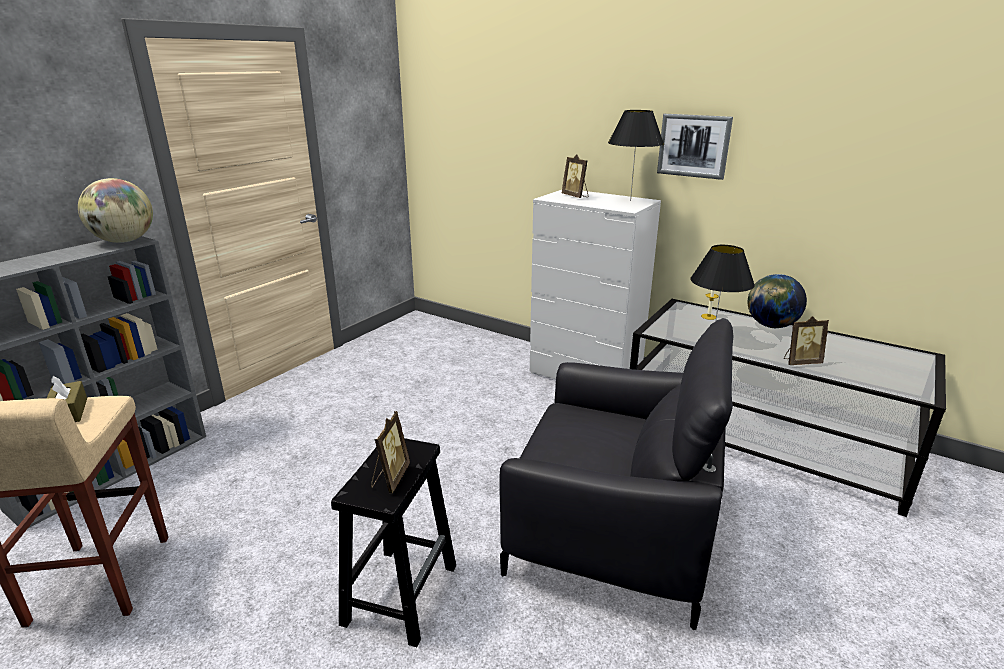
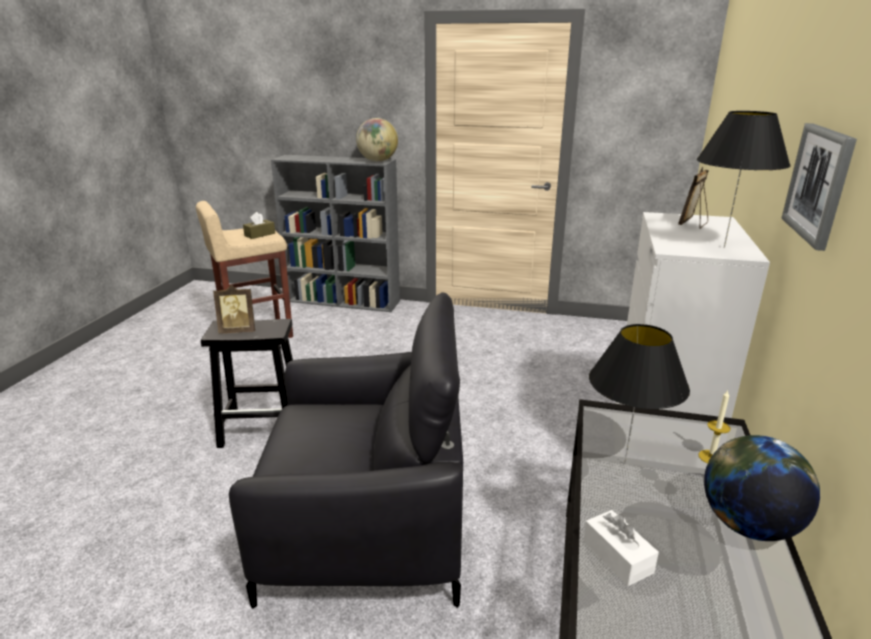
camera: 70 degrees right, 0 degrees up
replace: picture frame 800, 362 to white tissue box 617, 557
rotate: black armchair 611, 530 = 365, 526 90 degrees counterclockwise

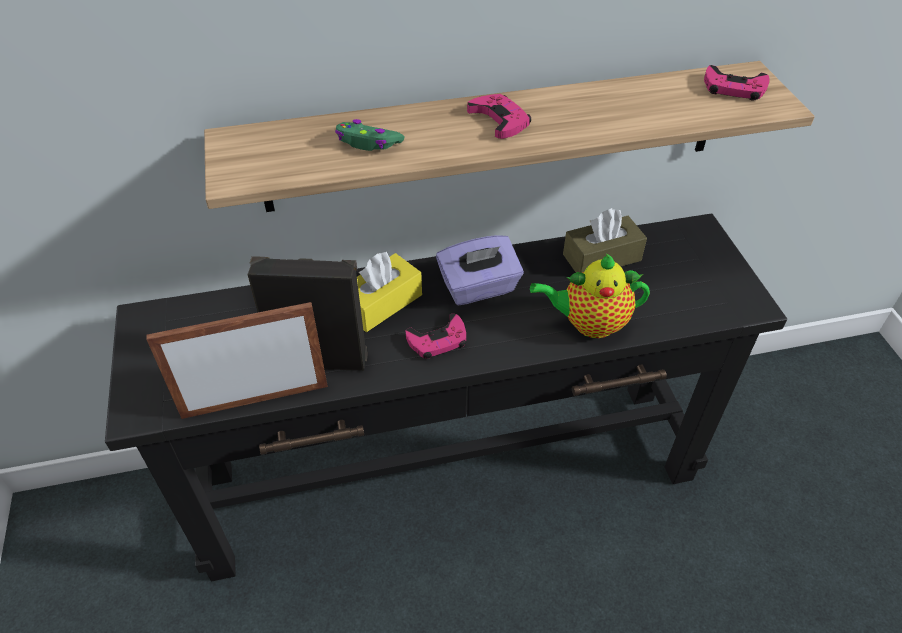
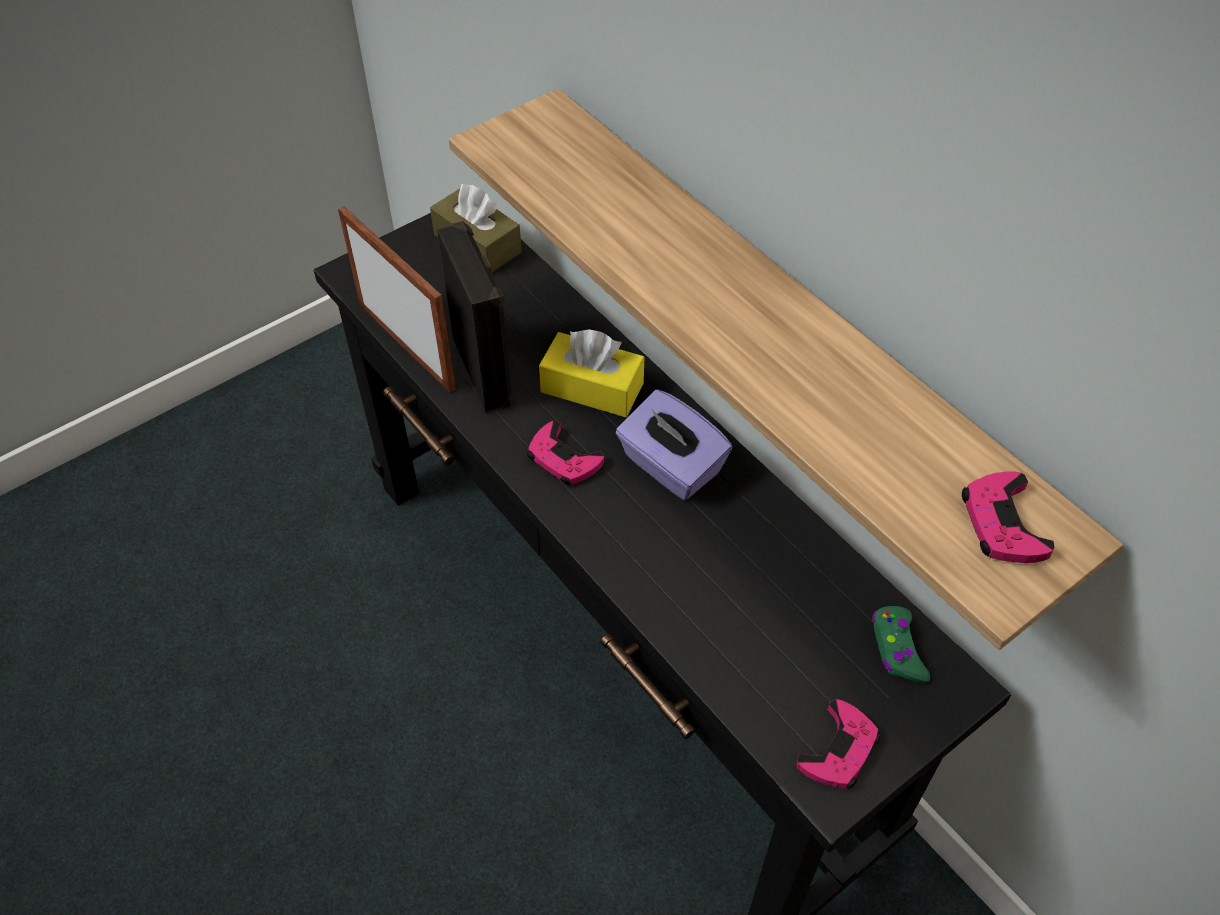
camera: 65 degrees right, 5 degrees up
delete: teapot 589, 324
move: brown tissue box 602, 257 to 477, 243; pink game controller 499, 120 to 839, 750; green game controller 368, 143 to 897, 649

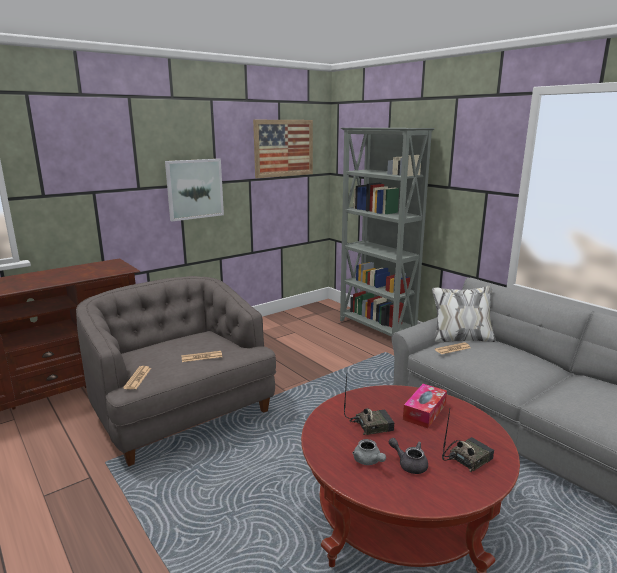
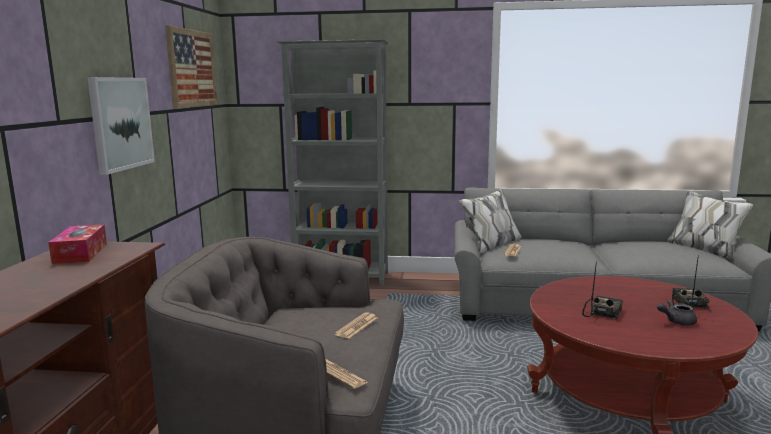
camera: 45 degrees left, 5 degrees down
delete: grey teapot 368, 461
move: tissue box 424, 412 to 80, 253

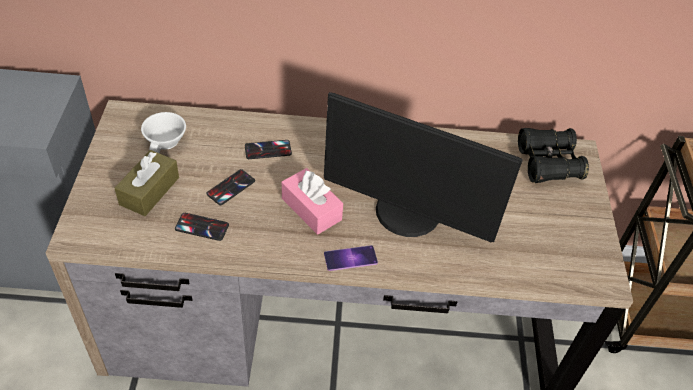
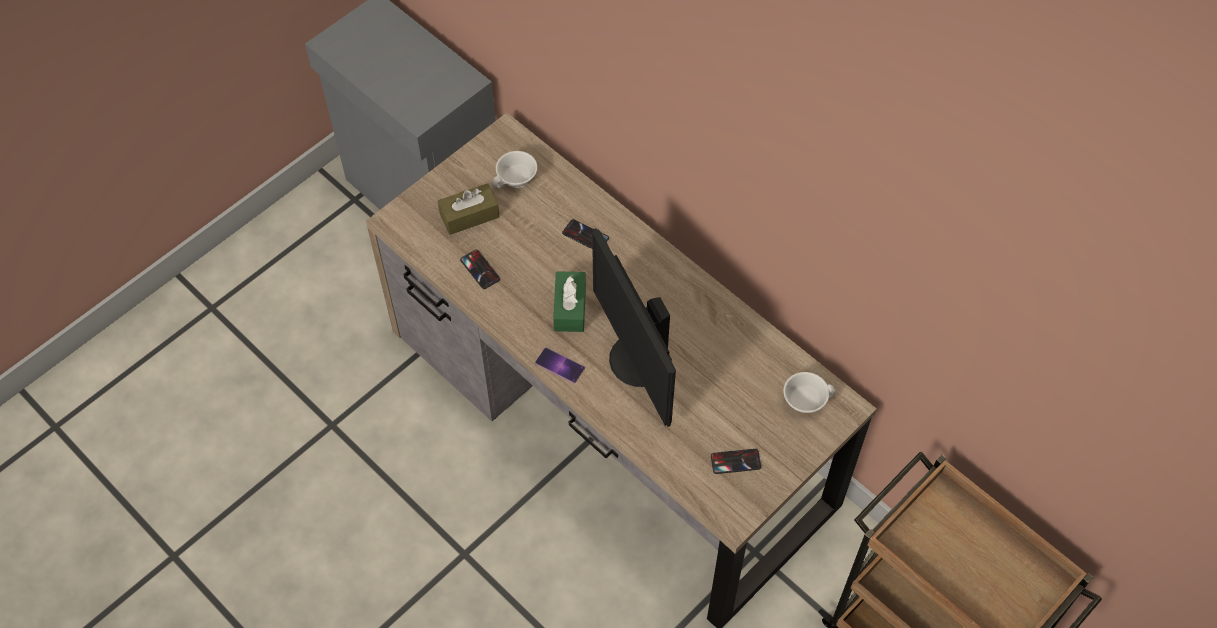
camera: 45 degrees right, 10 degrees up
move: phone 231, 187 to 735, 461
replace: black binoculars 548, 163 to white cup 805, 399
recolor: pink tissue box 311, 209 to green tissue box 570, 308

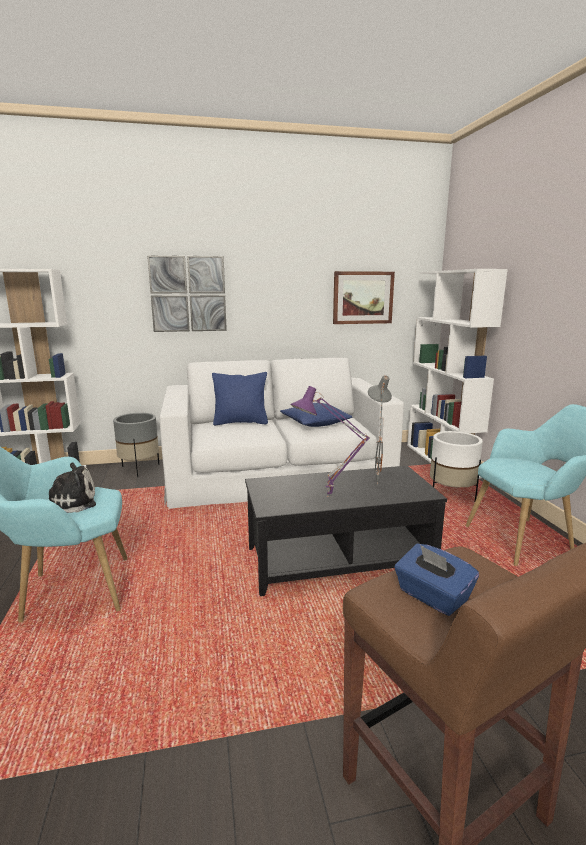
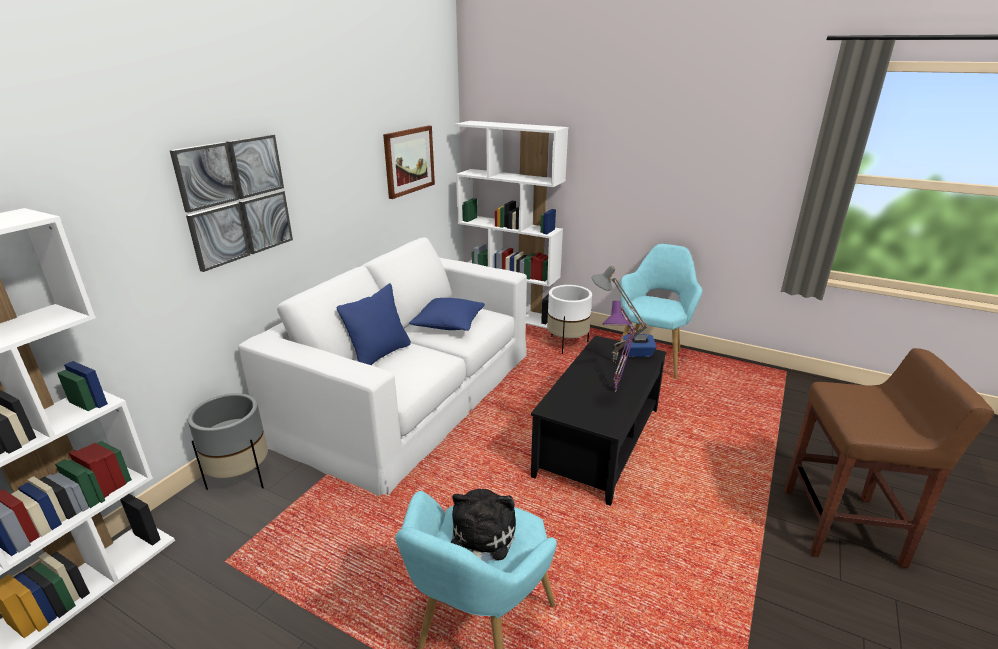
camera: 50 degrees left, 10 degrees up
move: blue tissue box 432, 596 to 638, 353

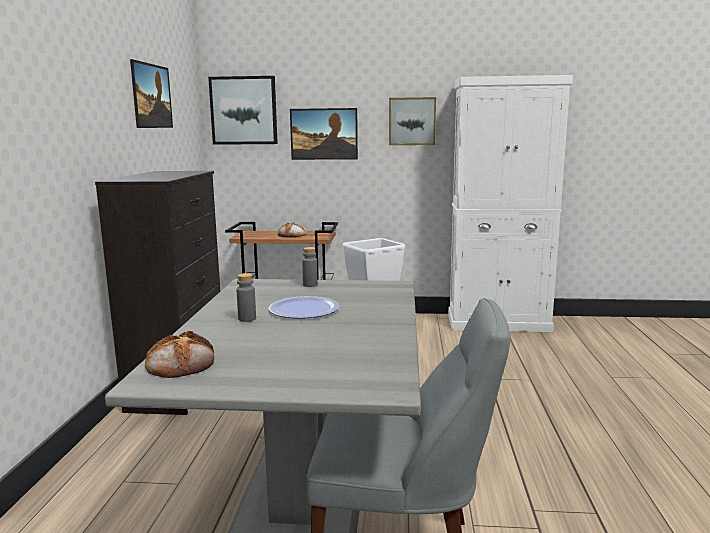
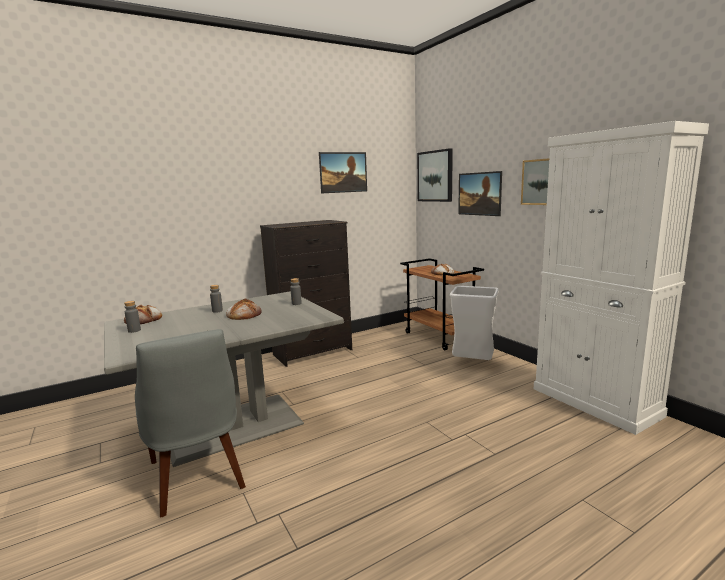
camera: 55 degrees right, 0 degrees up
insert: grey bottle 134, 330
replace: plate 303, 309 to bread 244, 314

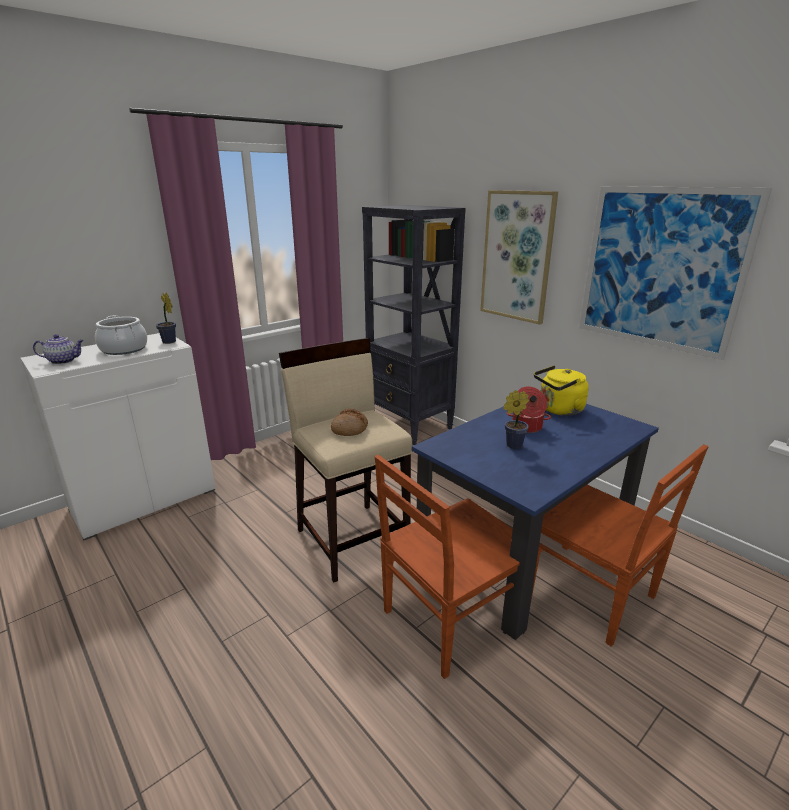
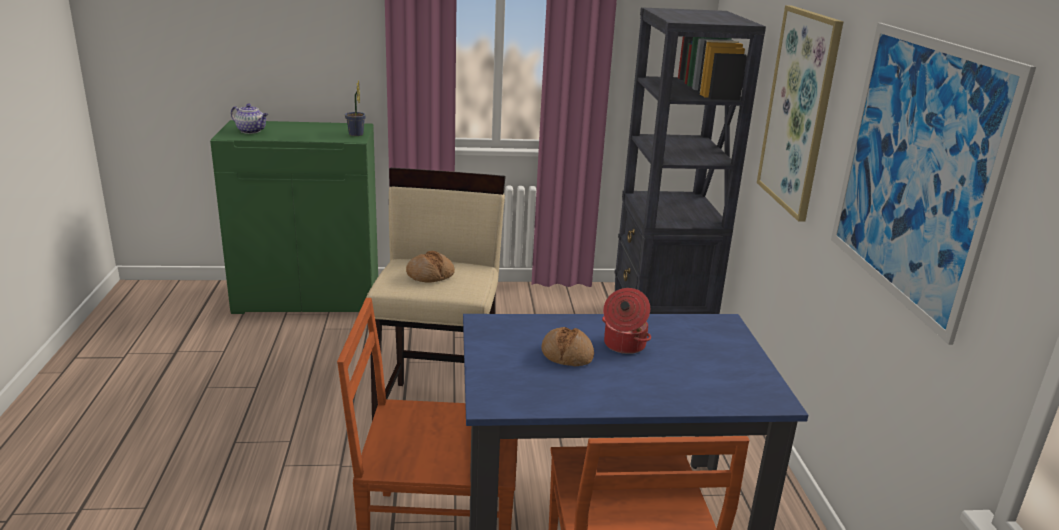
camera: 35 degrees right, 0 degrees up
delete: cooking pot 124, 349; yellow kettle 558, 410
replace: potted plant 512, 445 to bread 567, 354
recolor: white cabinet 144, 499 to green cabinet 309, 297

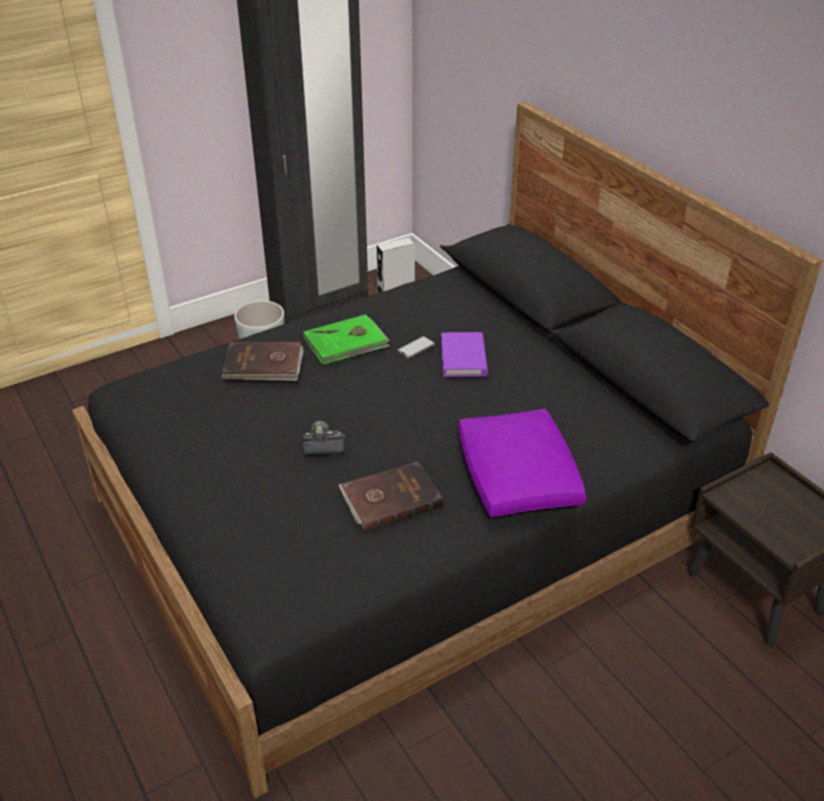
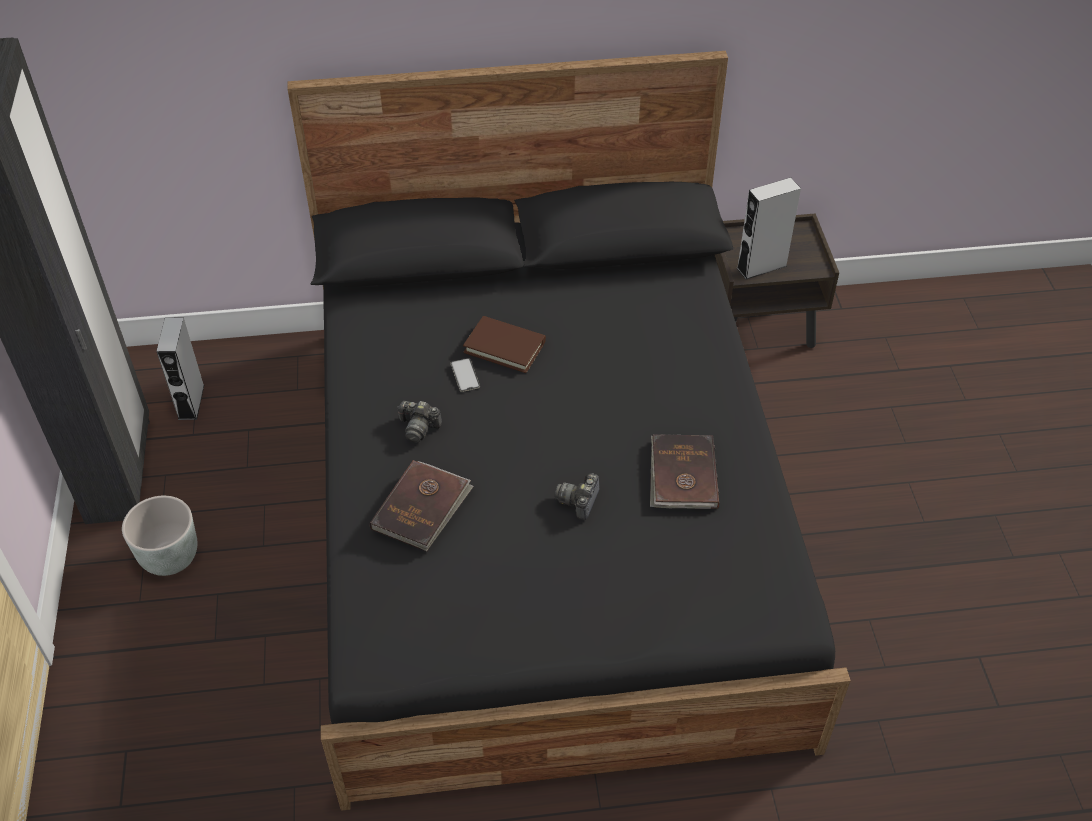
camera: 65 degrees left, 10 degrees up
delete: purple pillow 518, 477
insert: grey speaker 761, 267
replace: green book 346, 343 to photo camera 418, 427
recolor: purple book 463, 358 to brown book 504, 347

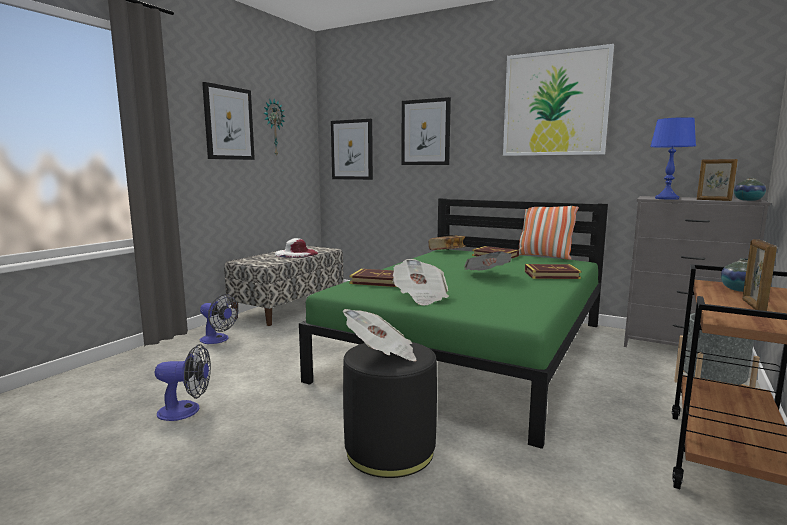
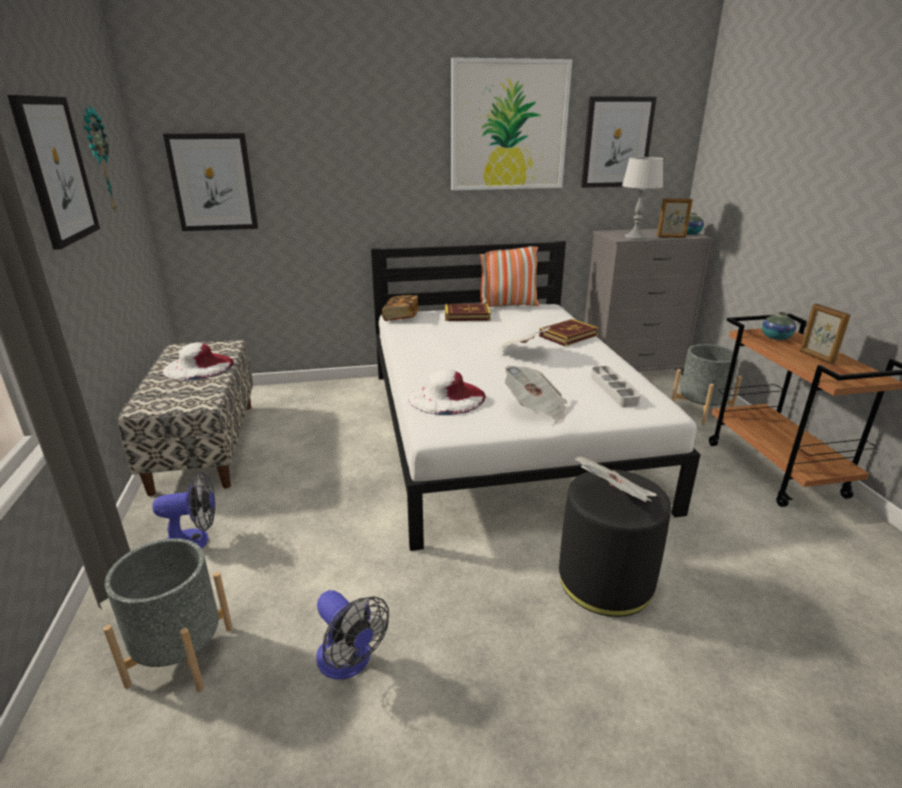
camera: 40 degrees left, 15 degrees up
insert: grey planter 181, 655; grey tray 613, 389
move: picture 425, 132 to 616, 142
replace: book 378, 281 to white hat 446, 396
recolor: green bed 472, 350 to white bed 501, 432; blue table lamp 667, 198 to grey table lamp 635, 238
rotate: fan 186, 411 = 349, 662 90 degrees clockwise

